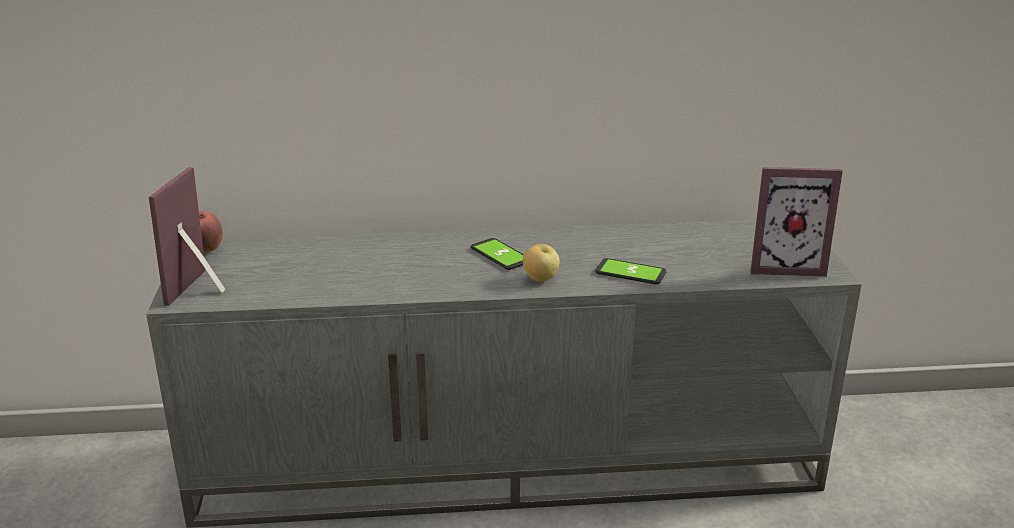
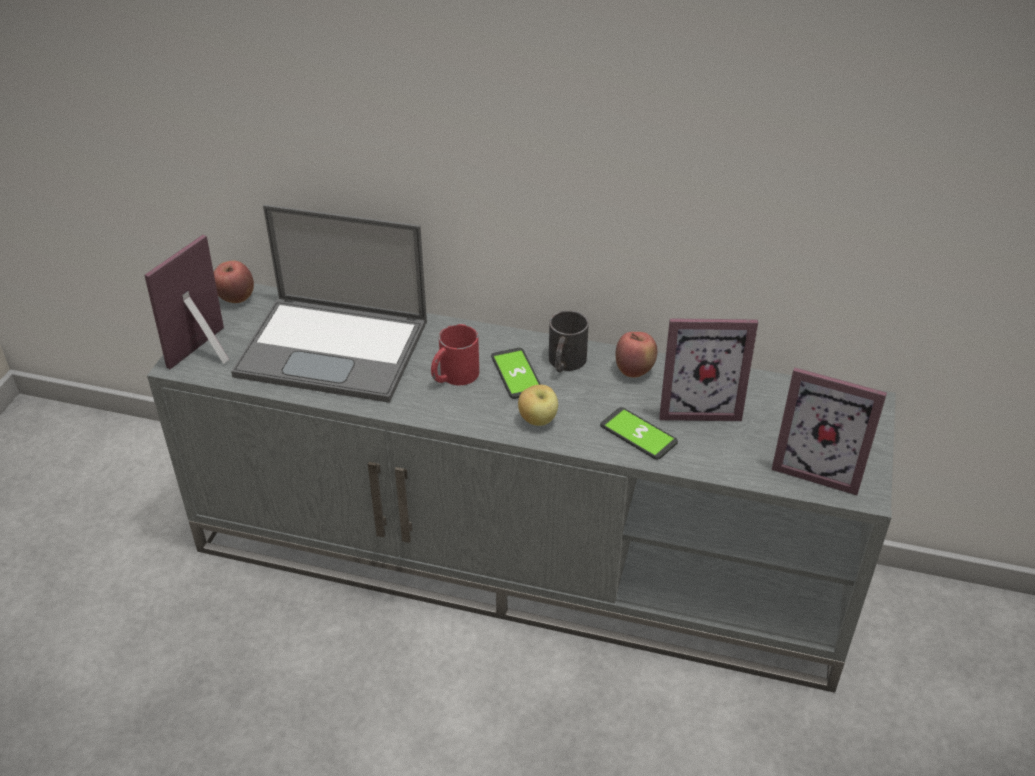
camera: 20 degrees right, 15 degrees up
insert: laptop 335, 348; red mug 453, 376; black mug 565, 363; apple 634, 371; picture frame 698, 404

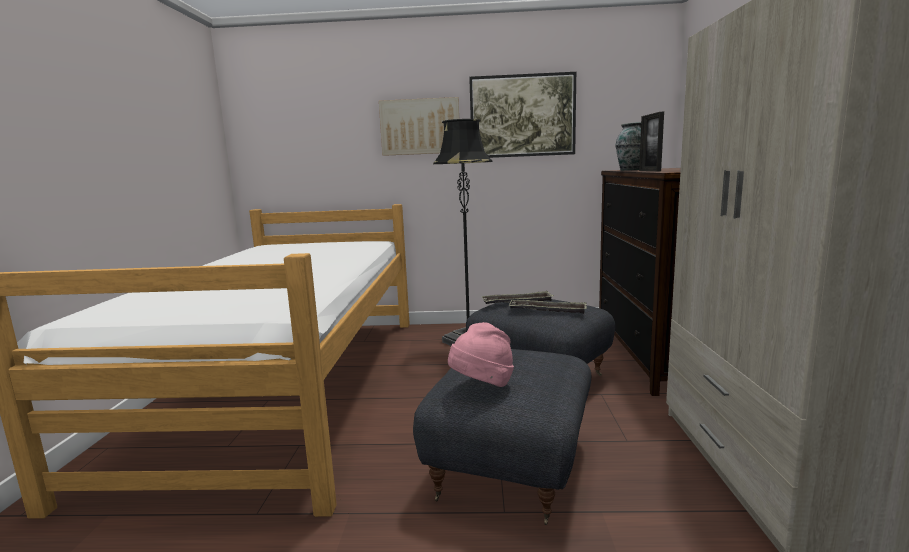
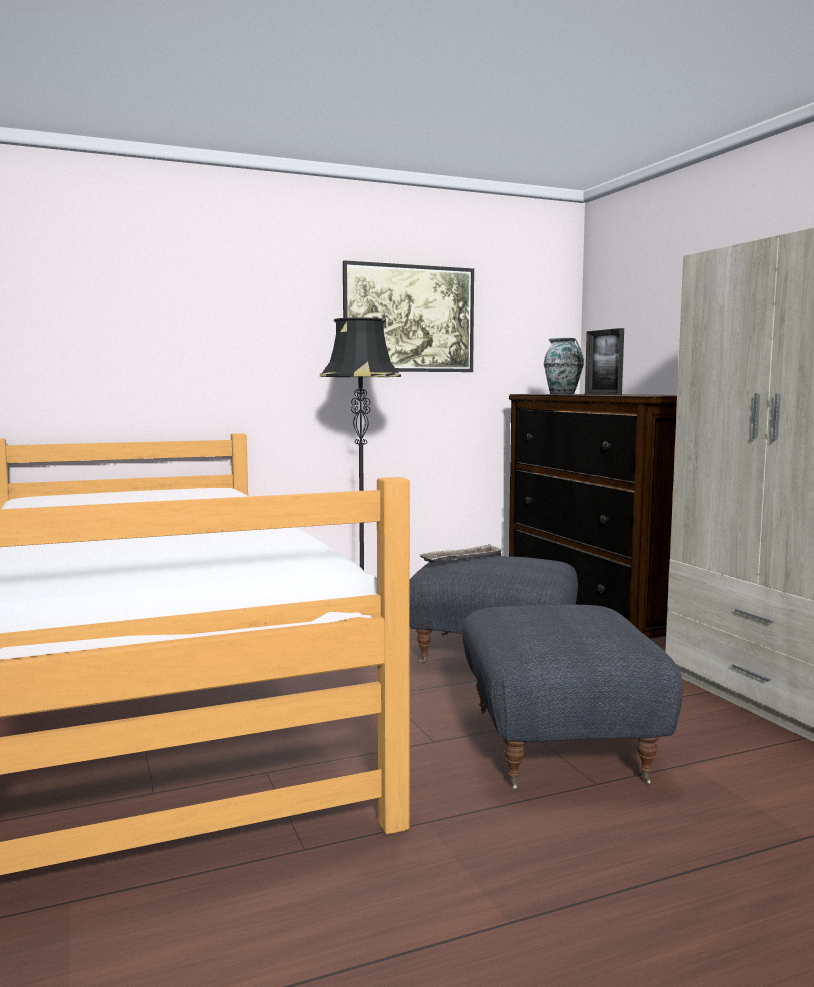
camera: 25 degrees left, 5 degrees down
delete: picture 420, 127; pink hat 482, 386; tray 547, 310

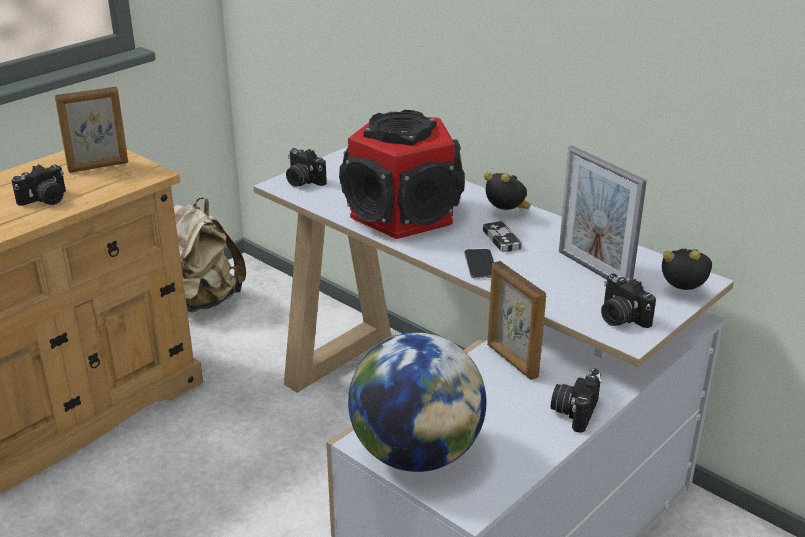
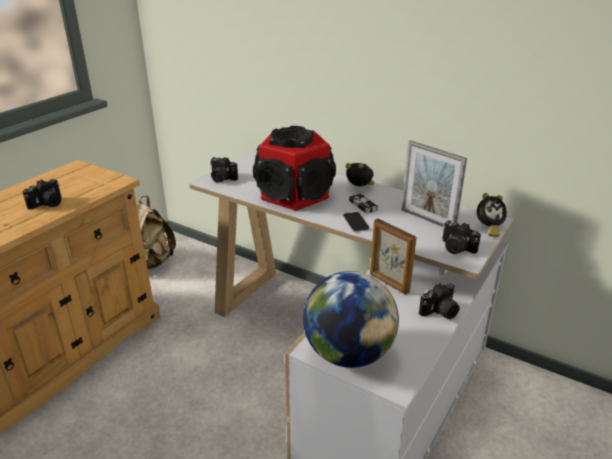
camera: 10 degrees left, 0 degrees up
delete: picture frame 98, 167
rotate: photo camera 574, 411 = 440, 312 135 degrees counterclockwise; alarm clock 684, 293 = 488, 229 150 degrees clockwise

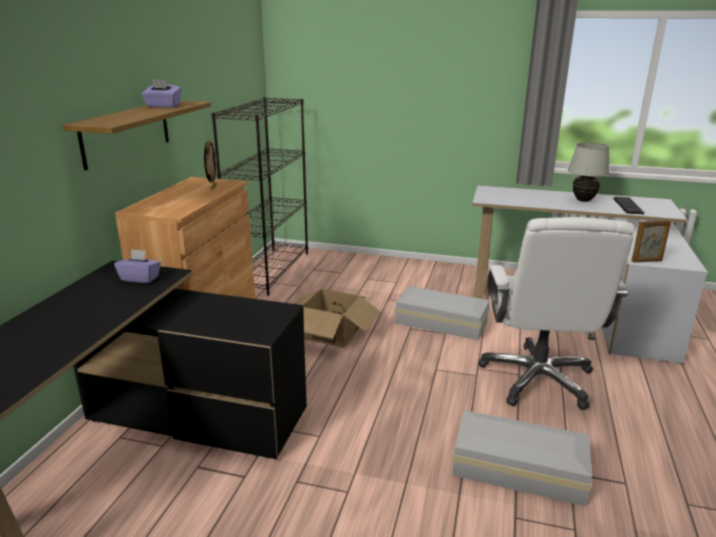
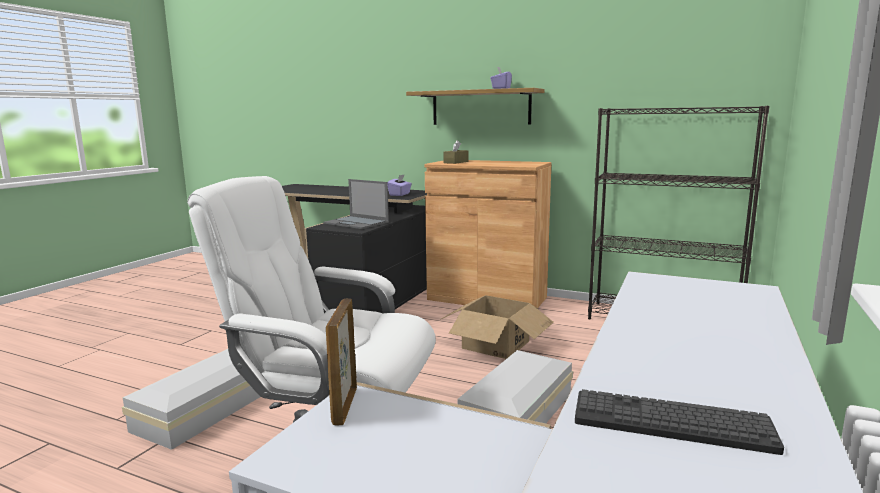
camera: 100 degrees right, 10 degrees down
delete: picture frame 212, 188; white table lamp 583, 200
insert: laptop 357, 223; brown tissue box 456, 162

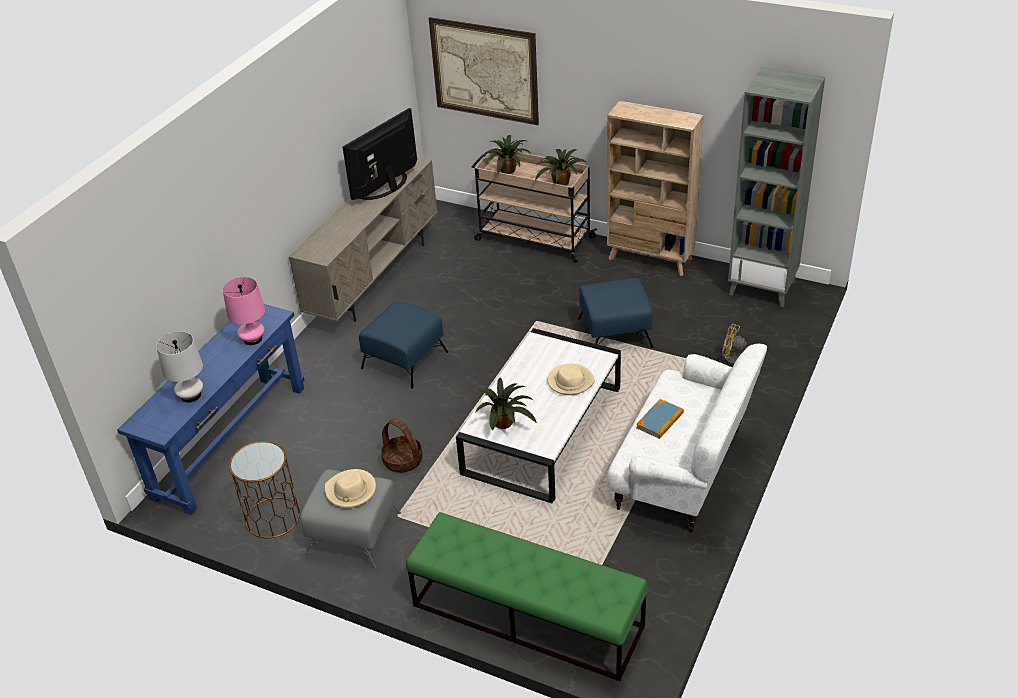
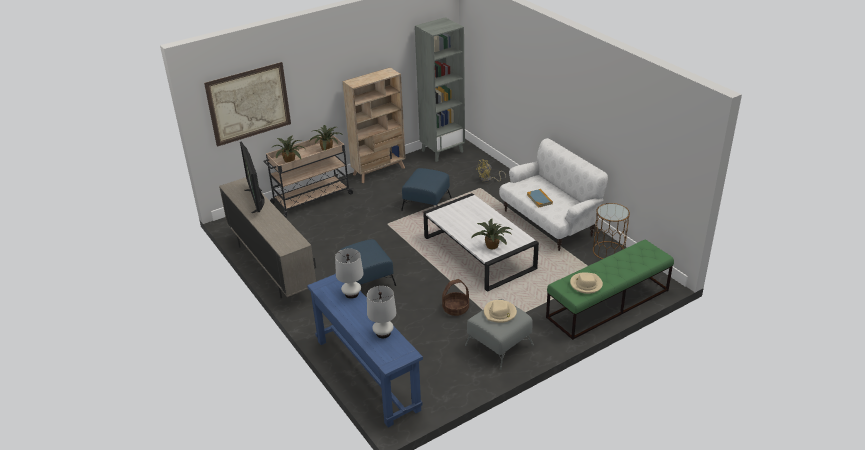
camera: 60 degrees left, 5 degrees down
move: beige hat 570, 381 to 586, 284; brown side table 273, 518 to 608, 251
recolor: pink table lamp 252, 339 to white table lamp 351, 294

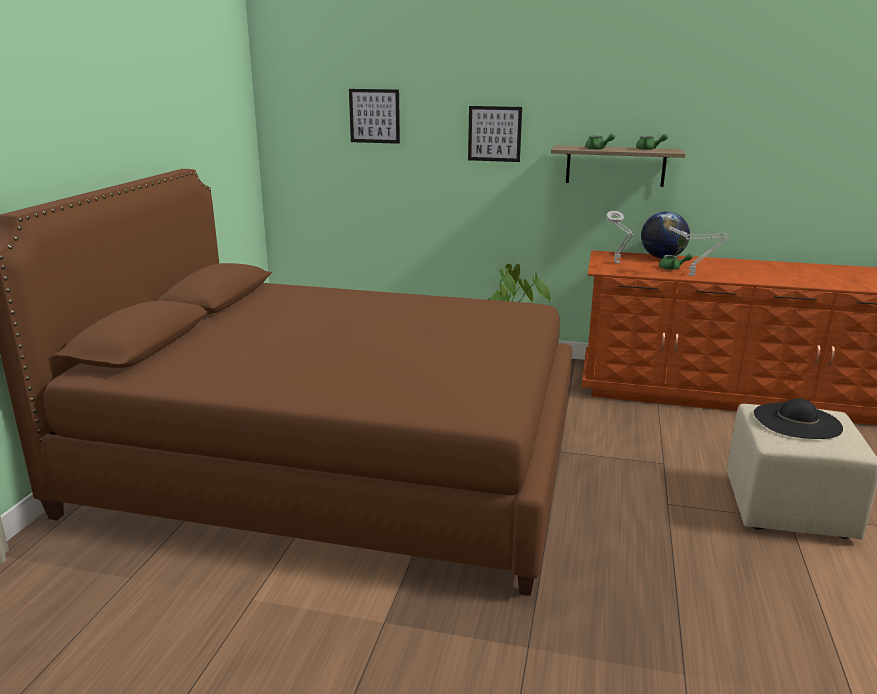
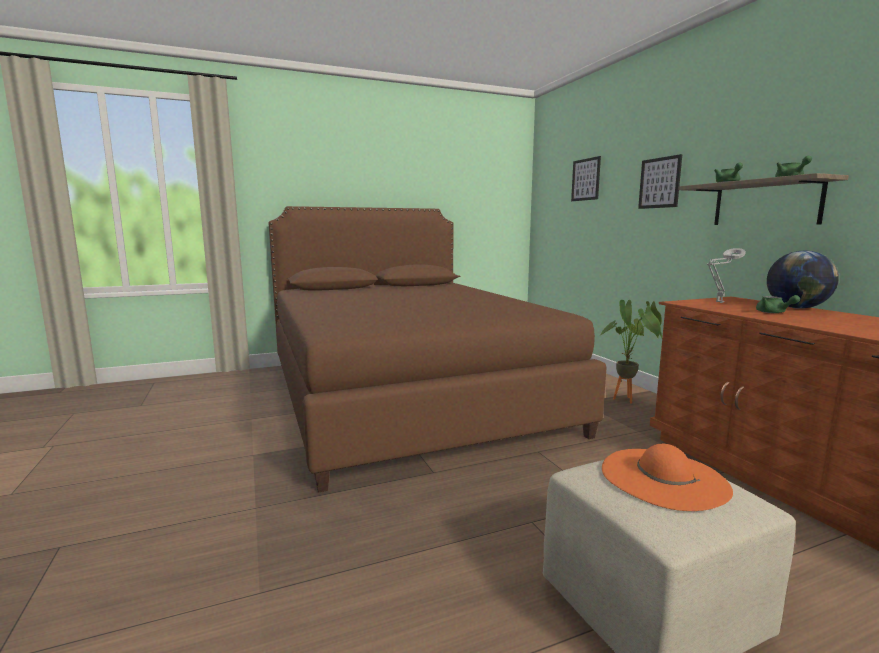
camera: 55 degrees right, 10 degrees down
delete: grey table lamp 693, 275
recolor: black hat 797, 421 to orange hat 663, 478

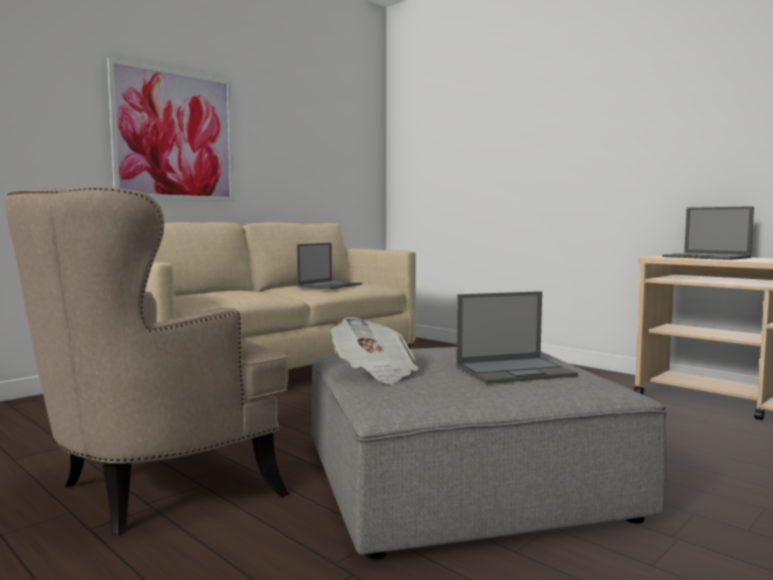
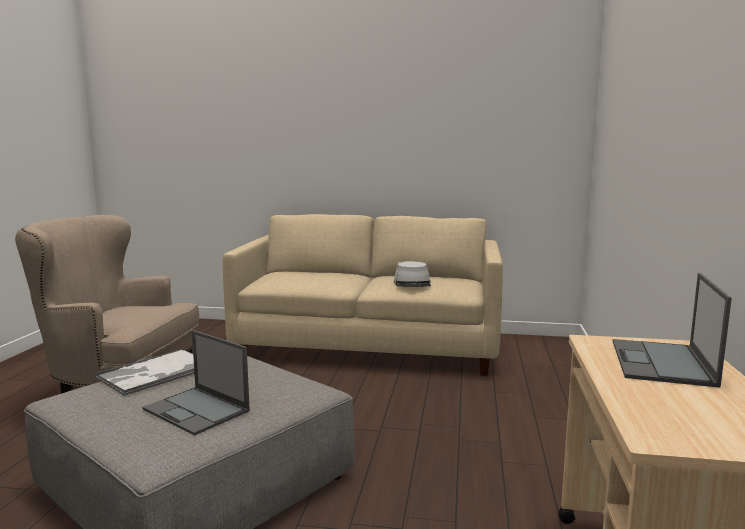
camera: 55 degrees right, 5 degrees up
delete: picture 175, 135
replace: newspaper 374, 373 to tray 155, 373; laptop 330, 285 to grey hat 412, 283

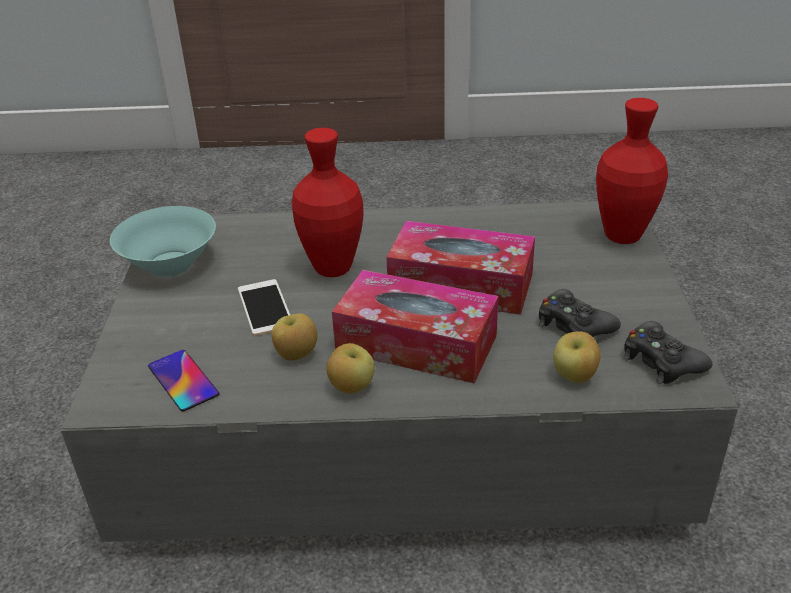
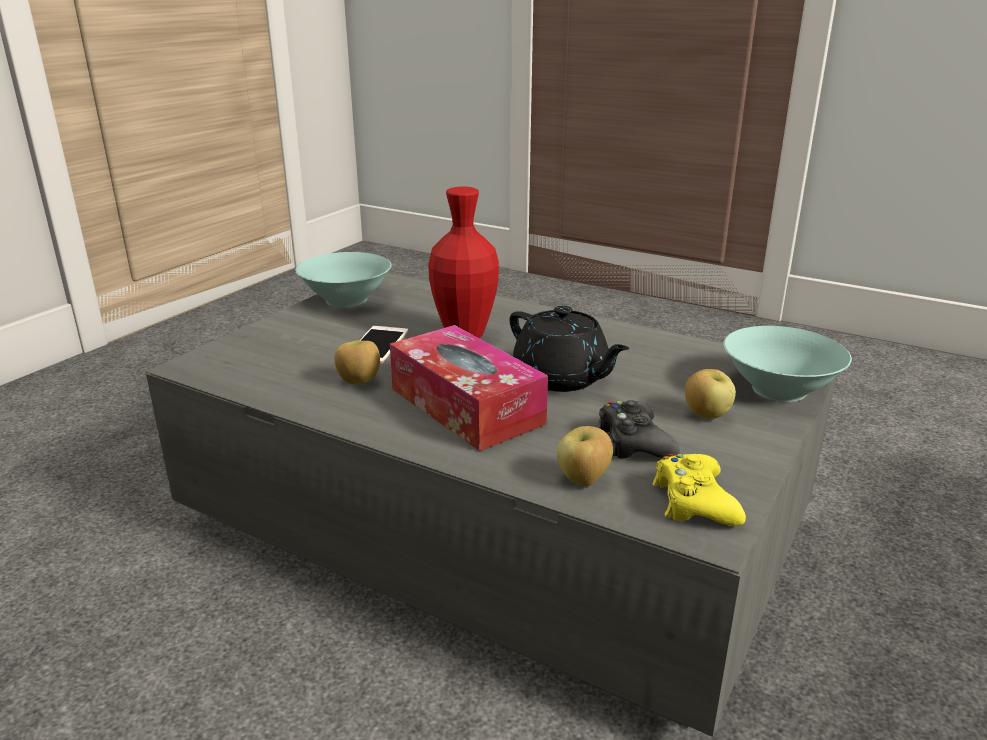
camera: 30 degrees right, 10 degrees down
delete: phone 183, 380
move: apple 351, 387 to 706, 415
replace: tissue box 461, 284 to black teapot 562, 378; red vase 622, 236 to turquoise bowl 780, 389
recolor: black game controller 661, 361 to yellow game controller 694, 501

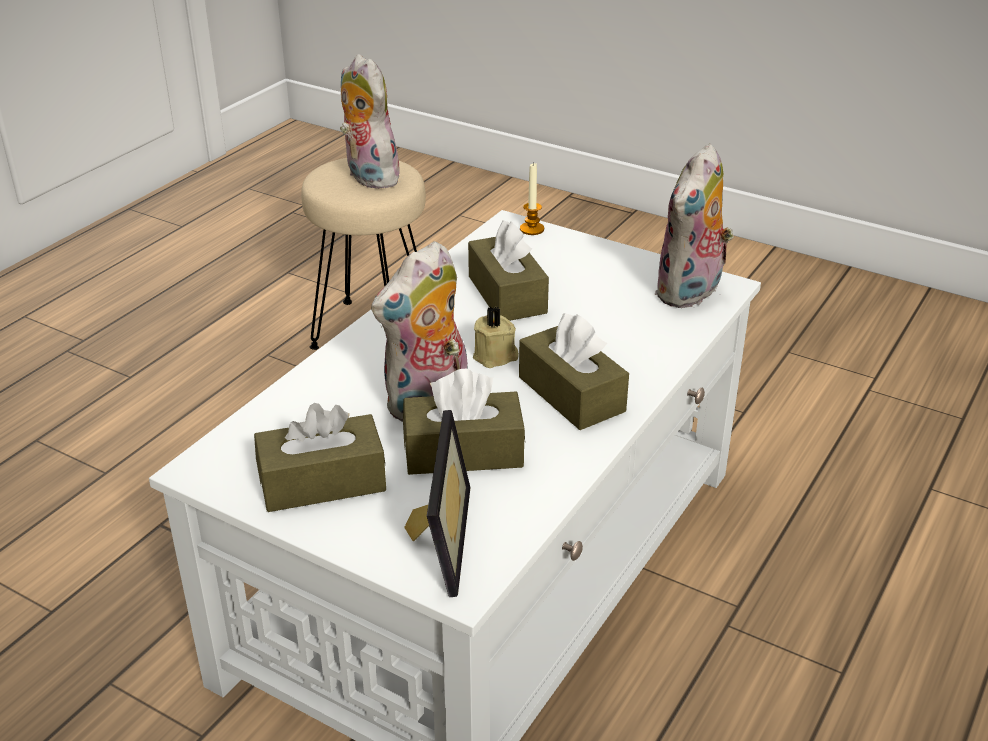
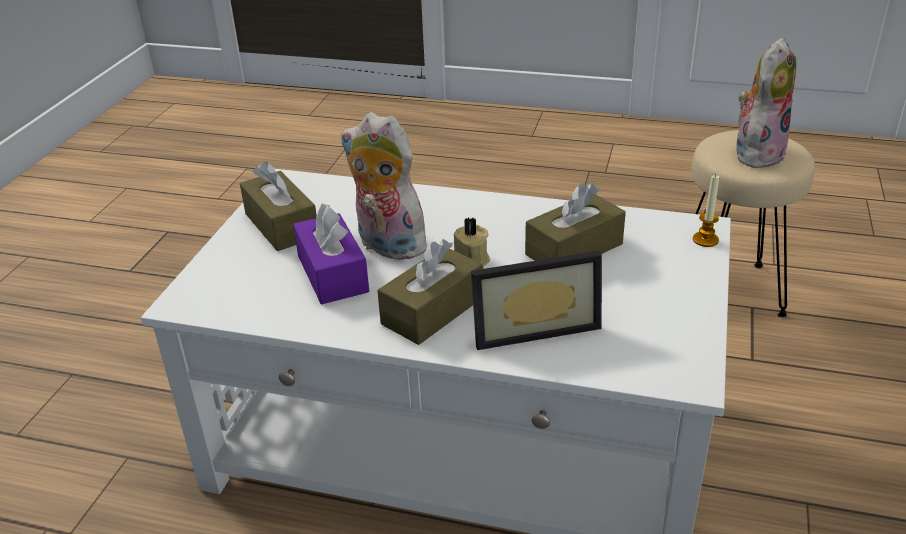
camera: 75 degrees right, 0 degrees up
delete: plush toy 690, 293
move: picture frame 434, 539 to 533, 325
recolor: brown tissue box 463, 452 to purple tissue box 332, 273

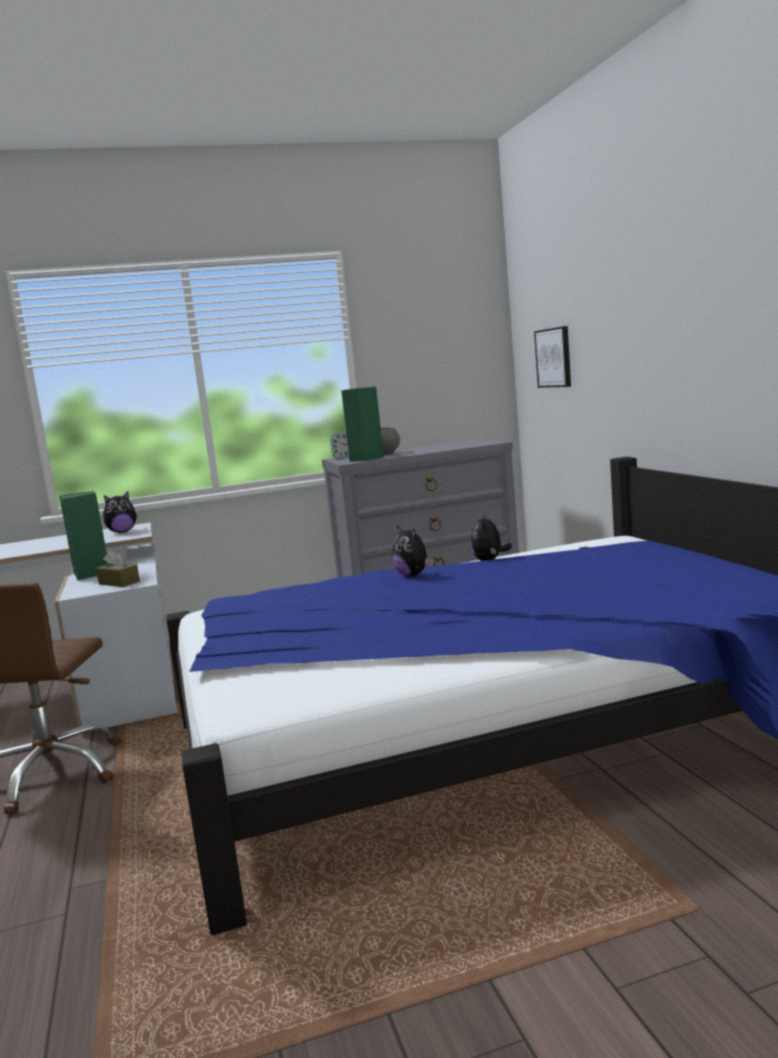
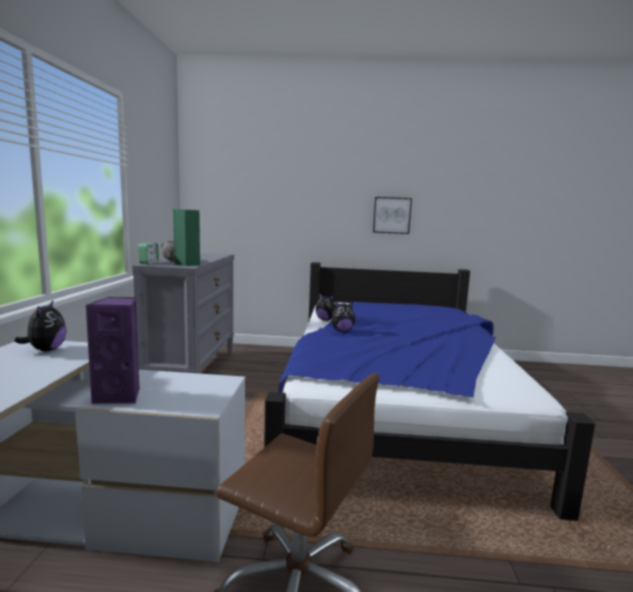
camera: 70 degrees left, 0 degrees up
delete: brown tissue box 119, 583
move: picture 554, 357 to 391, 215
recolor: green speaker 91, 574 to purple speaker 120, 396

